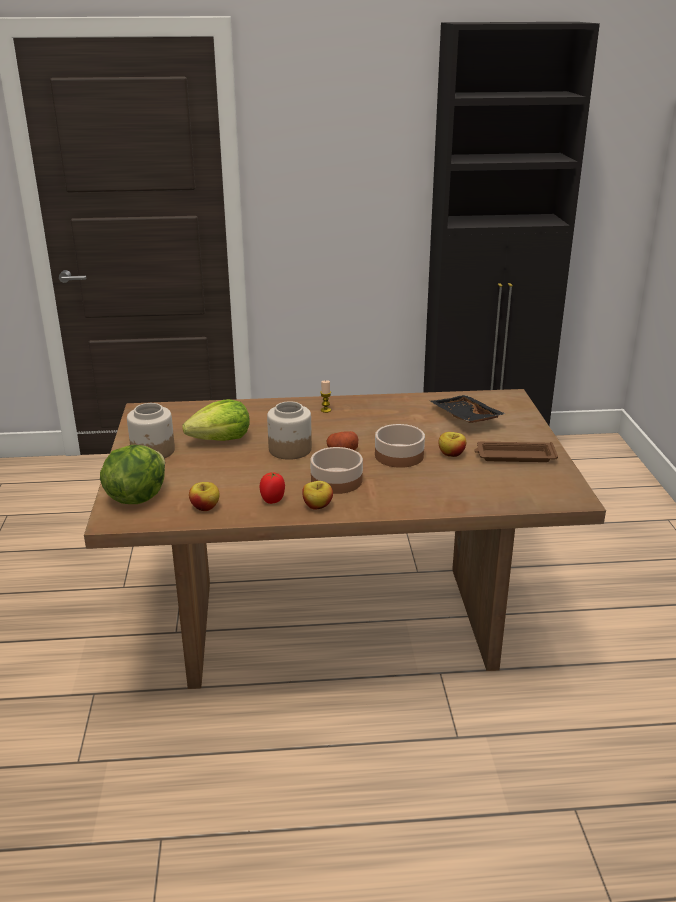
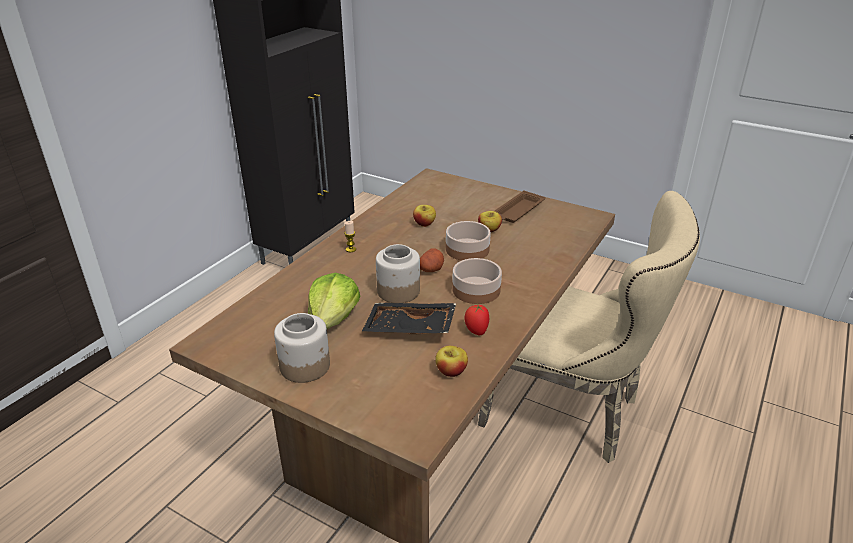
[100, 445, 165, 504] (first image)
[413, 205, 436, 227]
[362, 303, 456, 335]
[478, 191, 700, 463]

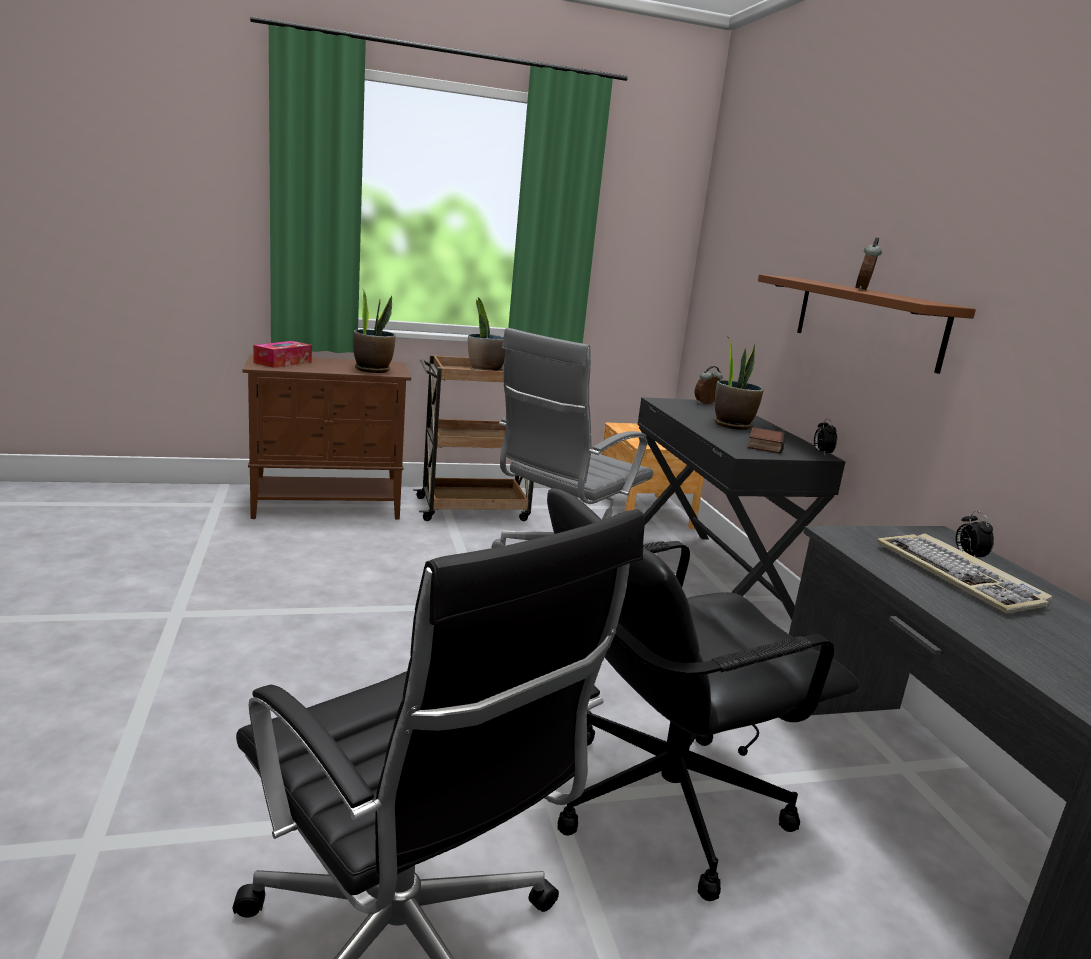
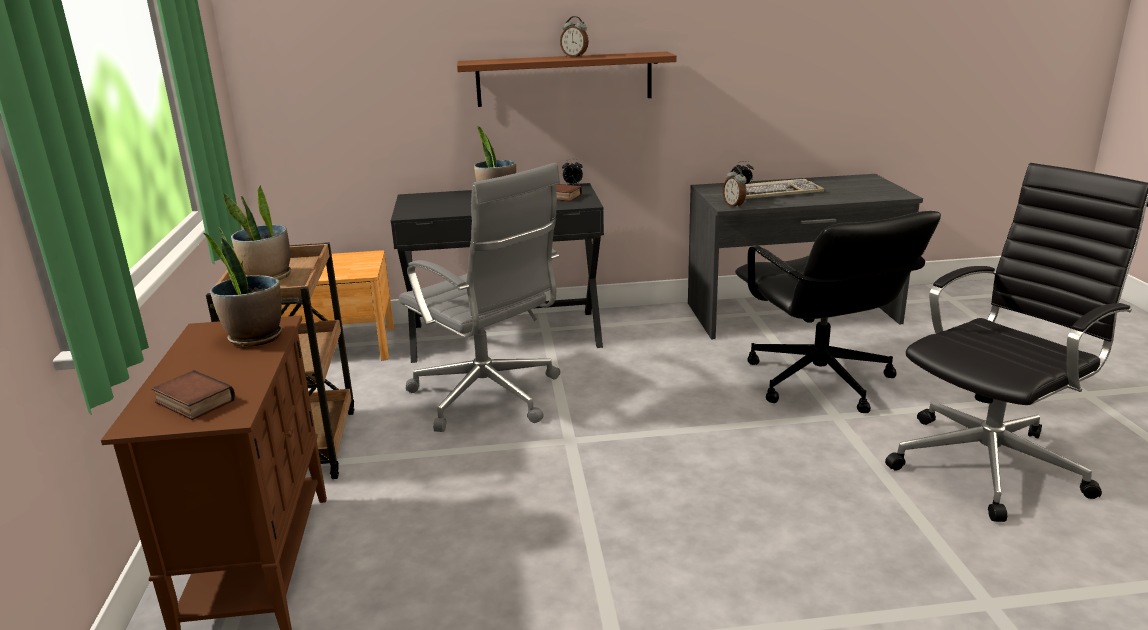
[152, 370, 235, 420]
[723, 168, 747, 208]

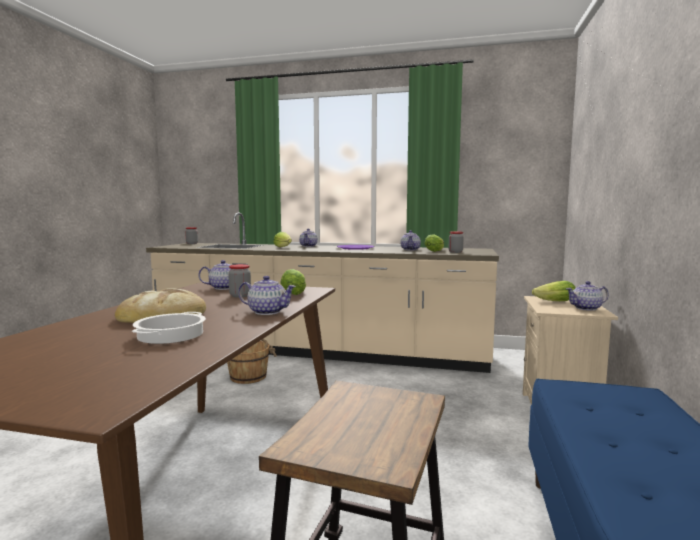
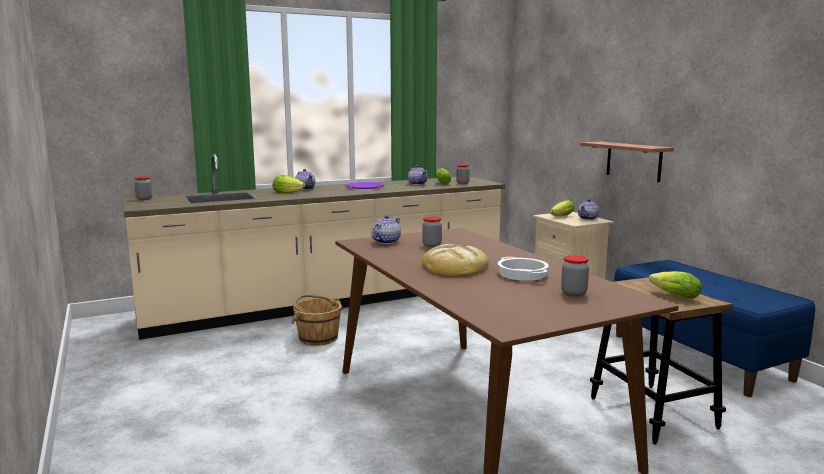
[238, 276, 296, 315] (first image)
[649, 271, 702, 298]
[561, 255, 589, 297]
[580, 142, 674, 182]

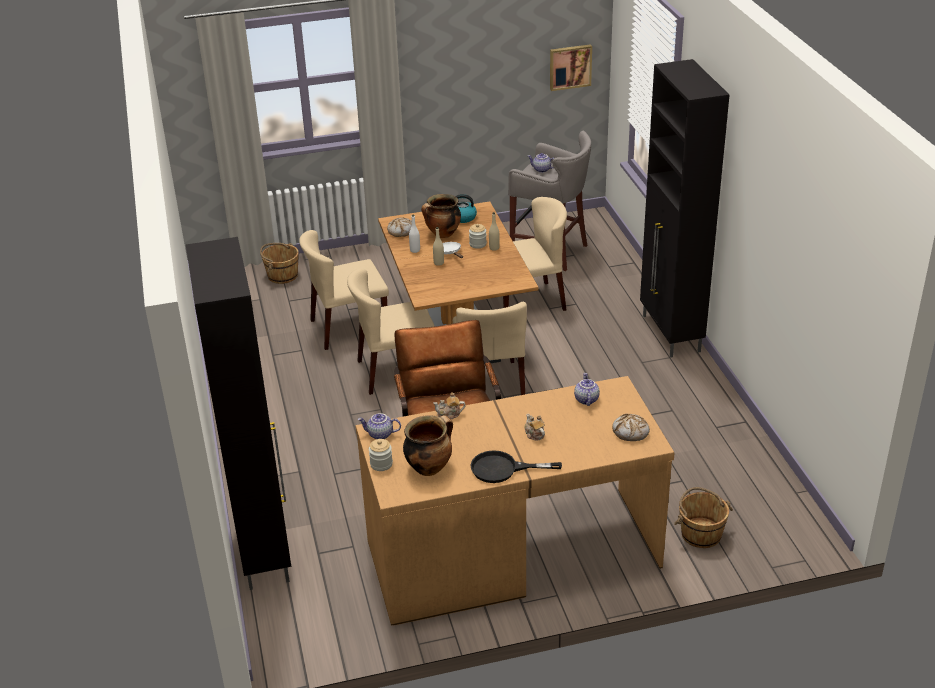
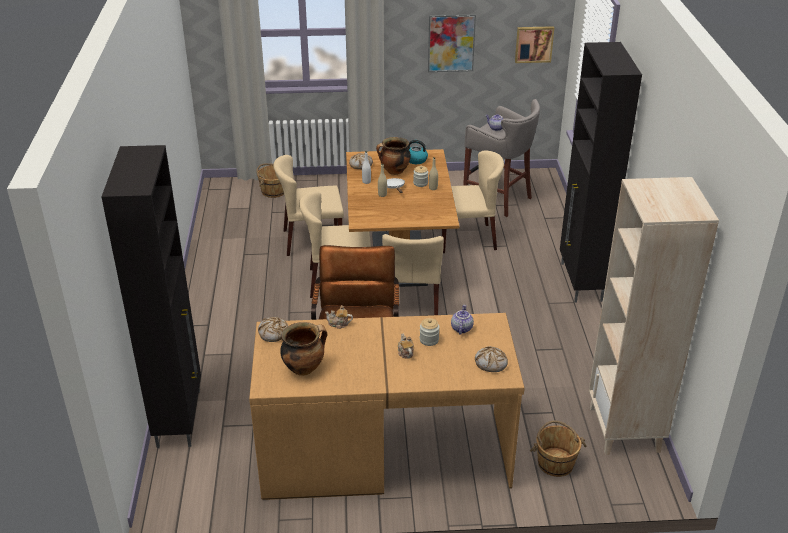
[258, 317, 288, 342]
[420, 318, 440, 346]
[470, 450, 562, 483] (first image)
[428, 14, 476, 72]
[589, 177, 719, 455]

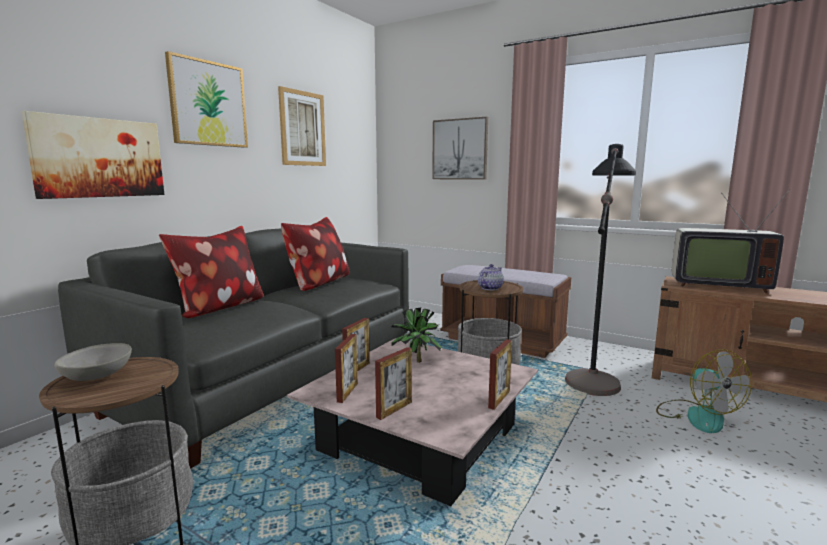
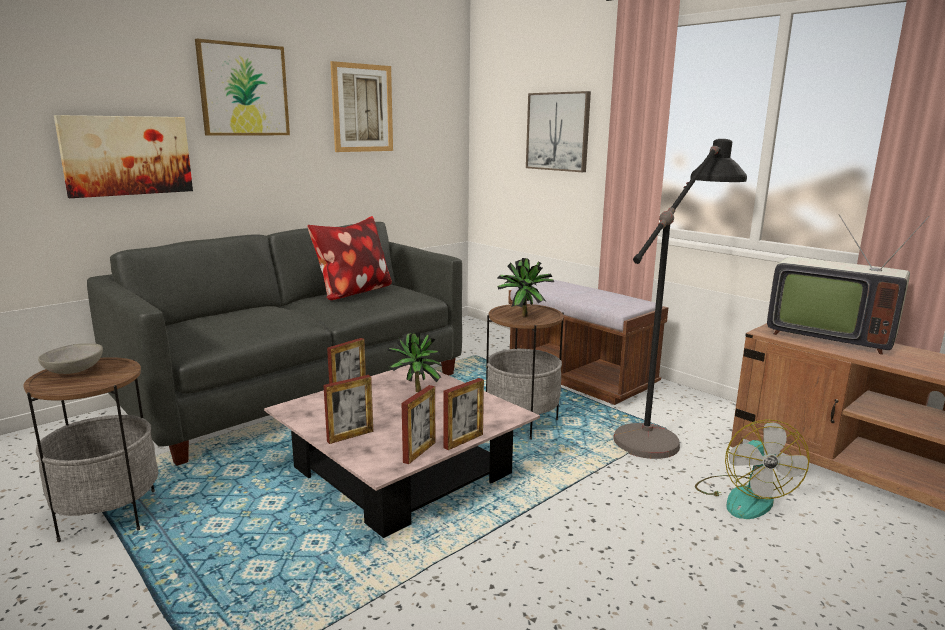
[159, 226, 264, 318] (first image)
[402, 385, 436, 464]
[497, 258, 554, 317]

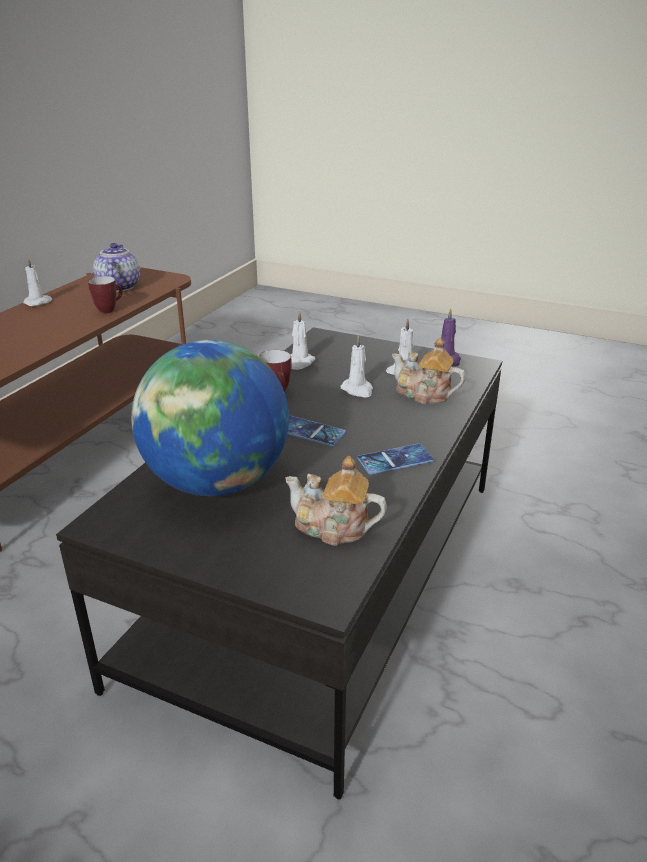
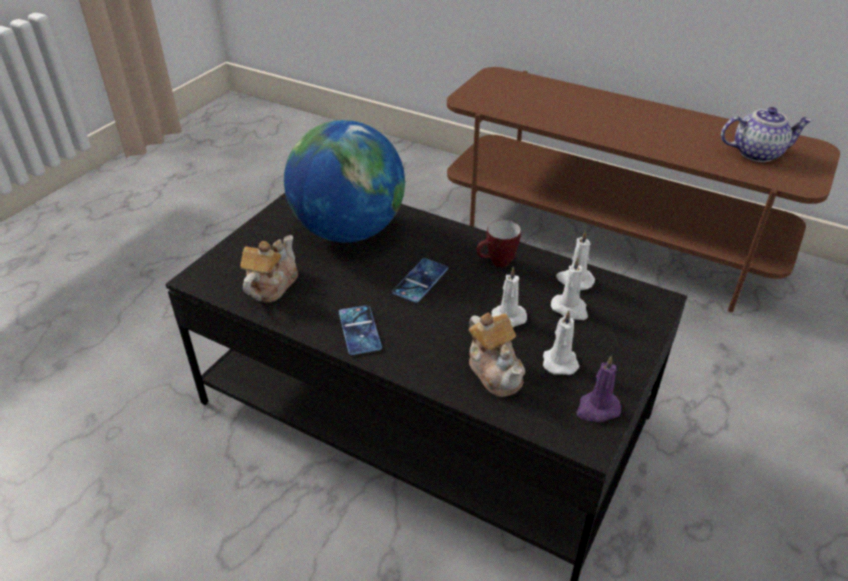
[551, 257, 588, 320]
[88, 276, 123, 313] (first image)
[468, 312, 525, 397]

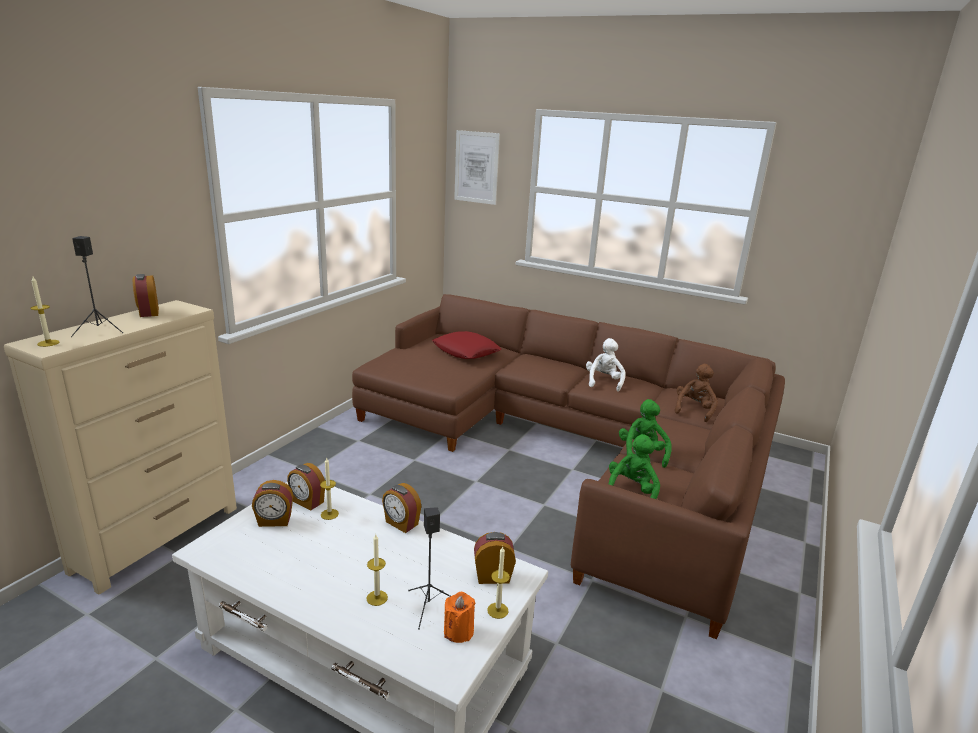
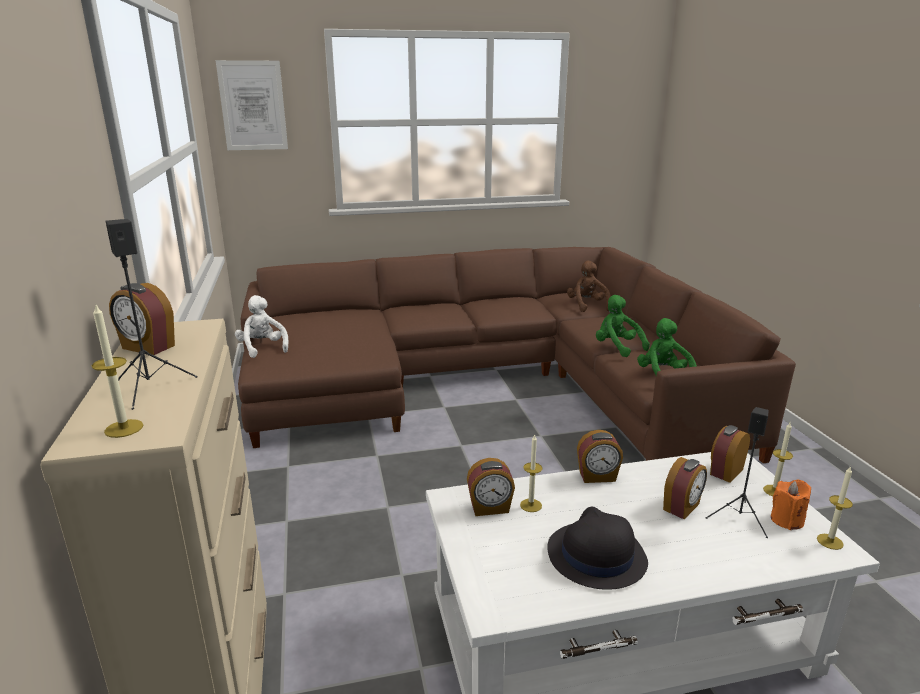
[663, 457, 707, 519]
[817, 466, 853, 550]
[432, 331, 502, 359] (first image)
[235, 295, 289, 358]
[547, 507, 648, 590]

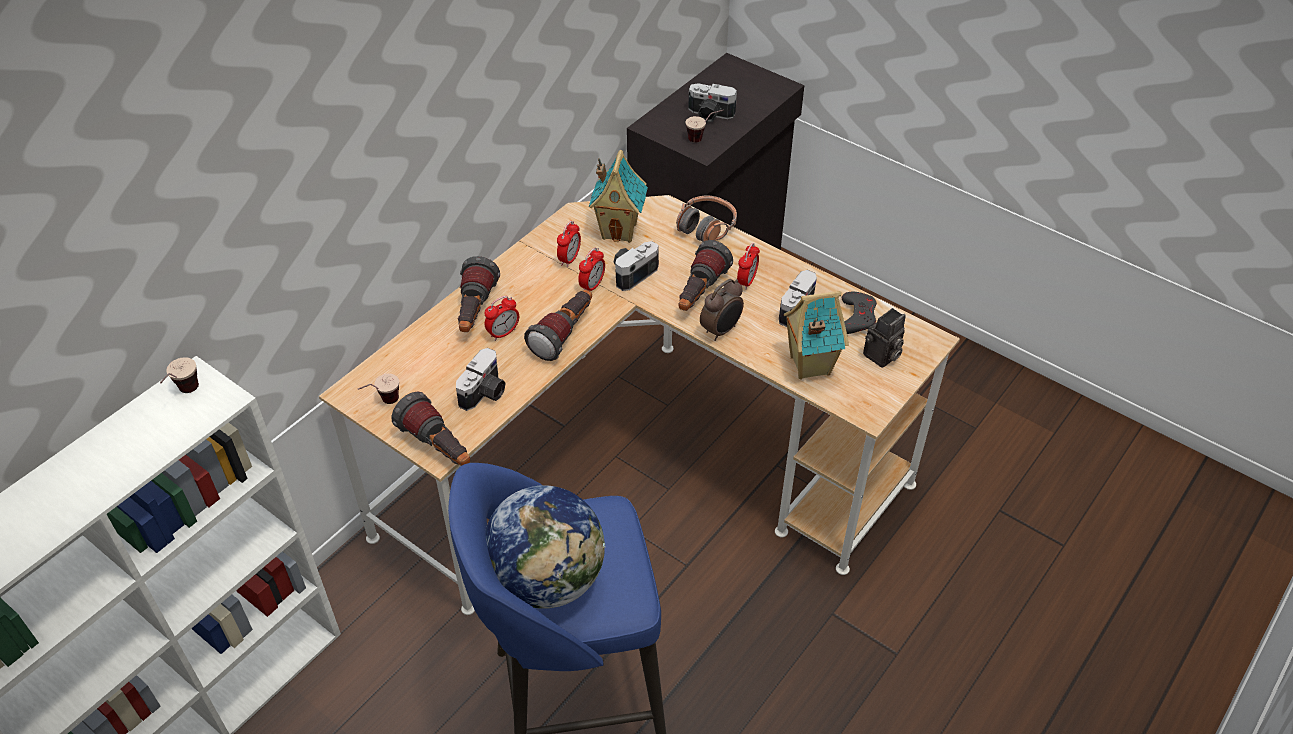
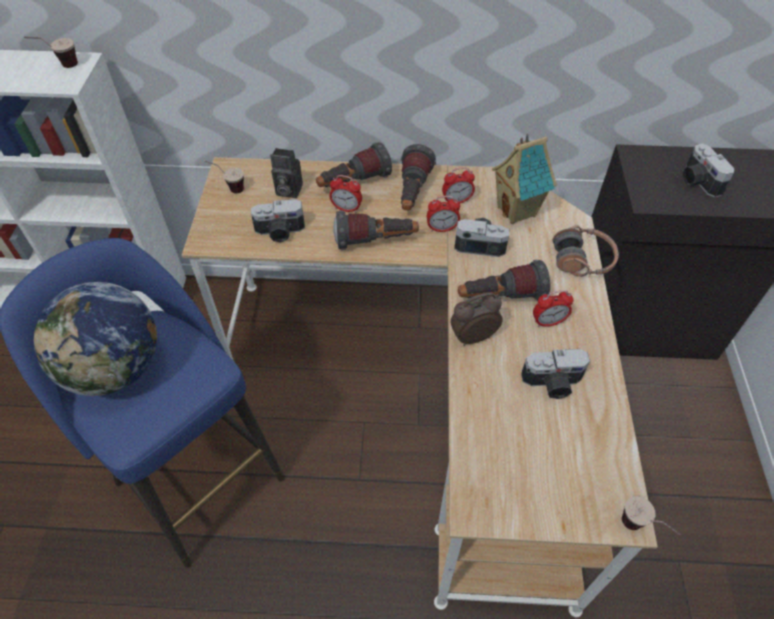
[401, 144, 436, 210]
[622, 496, 681, 535]
[451, 292, 503, 346]
[784, 291, 849, 379] (first image)
[842, 292, 877, 334] (first image)
[270, 148, 303, 198]

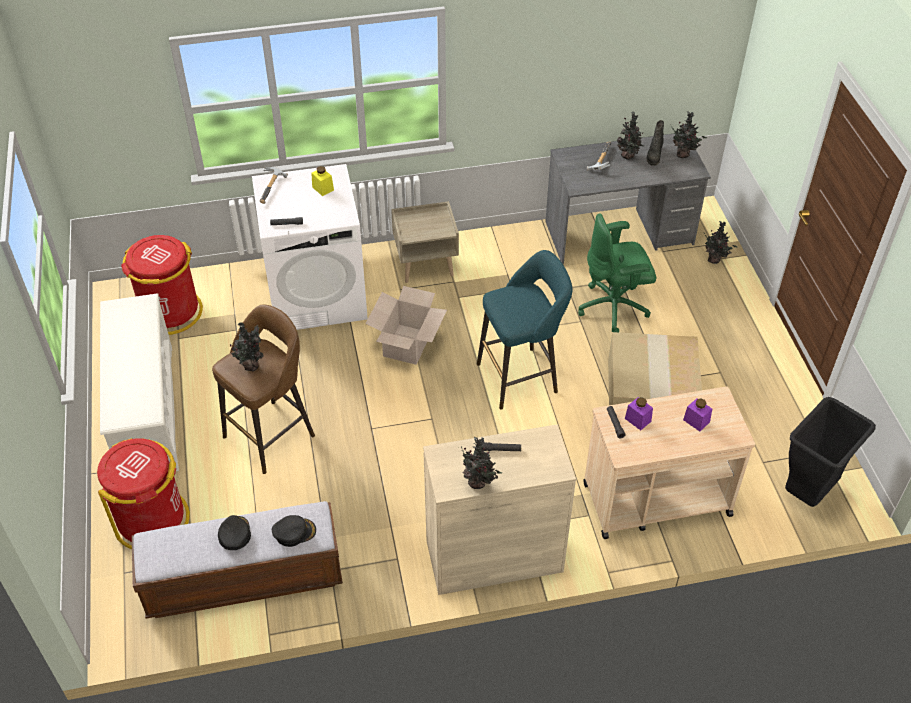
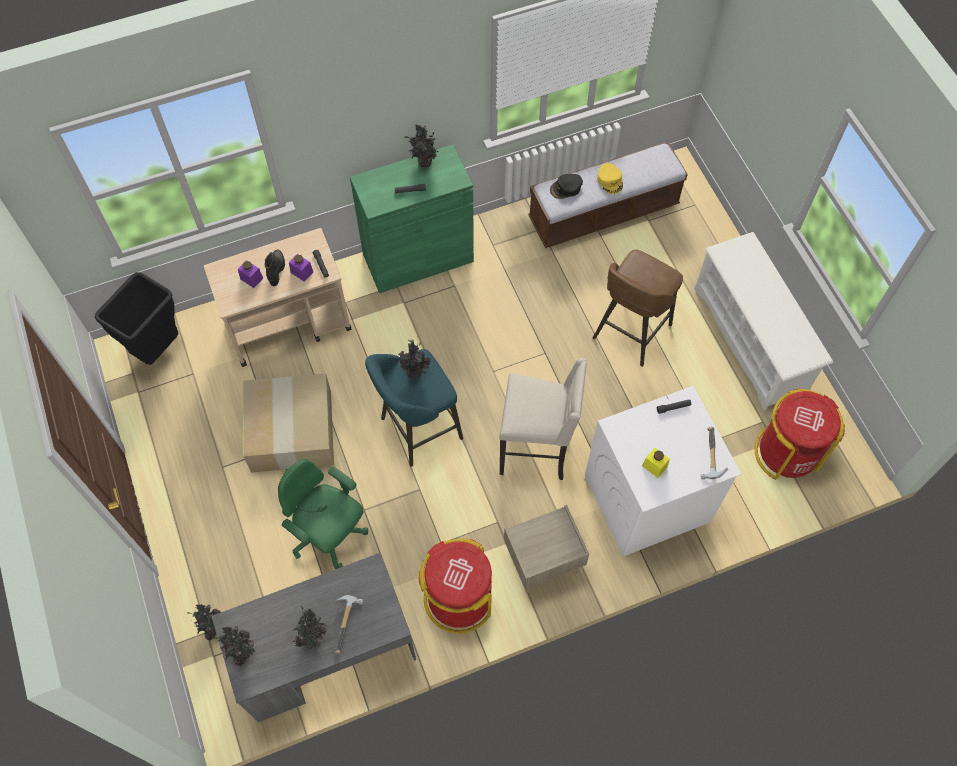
[419, 538, 492, 634]
[597, 163, 623, 194]
[398, 340, 431, 380]
[499, 358, 587, 480]
[350, 145, 474, 293]
[278, 459, 368, 569]
[264, 250, 285, 286]

